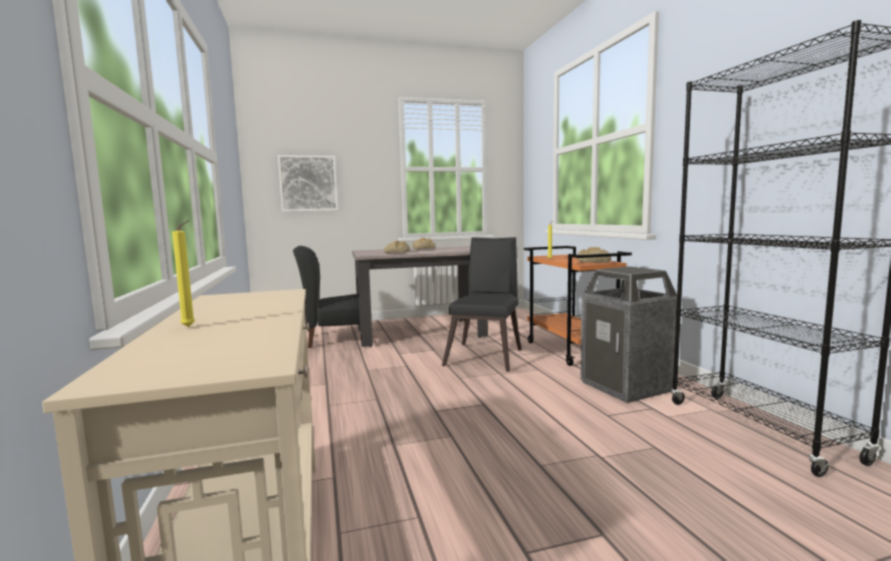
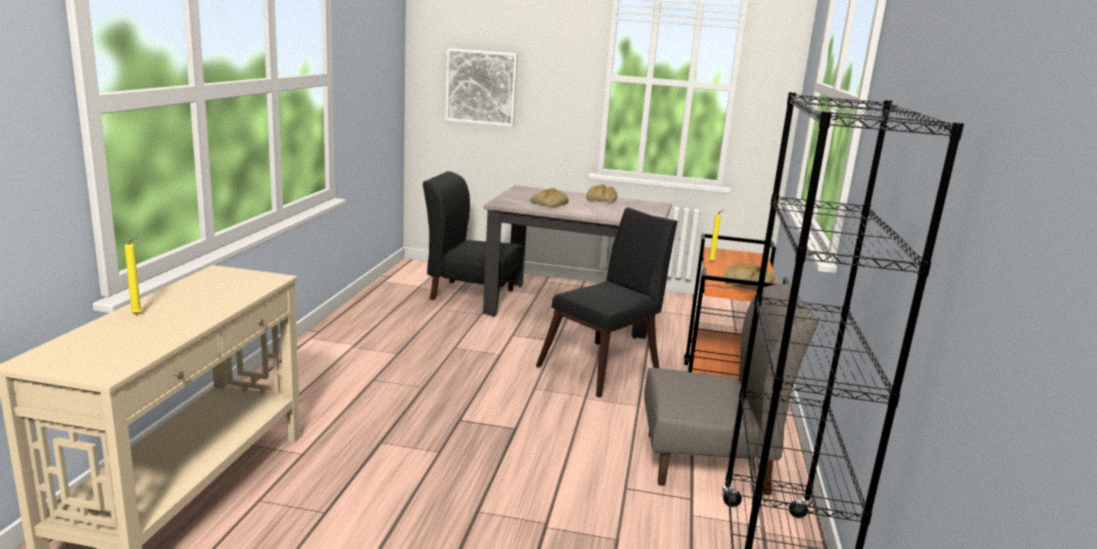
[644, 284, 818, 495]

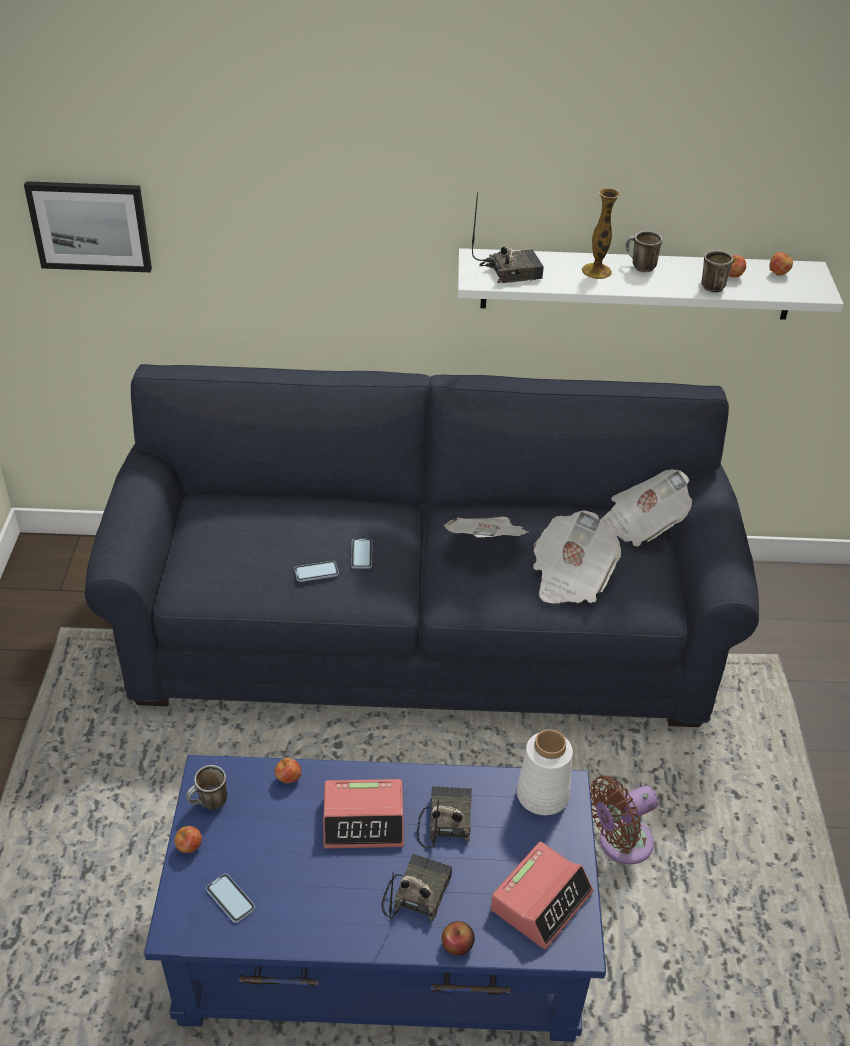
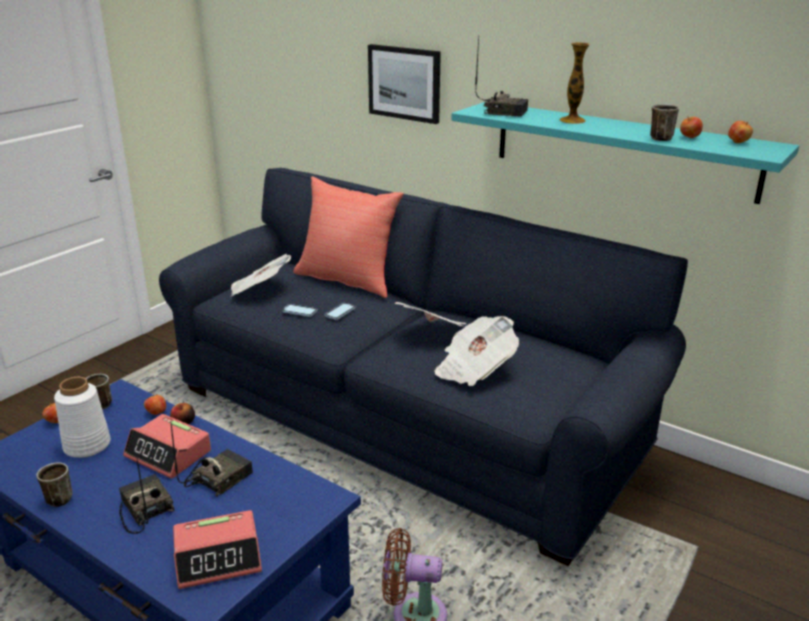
[368, 44, 441, 124]
[206, 874, 255, 923] (first image)
[119, 460, 175, 534]
[170, 403, 195, 424]
[451, 102, 799, 204]
[54, 377, 111, 458]
[231, 254, 291, 296]
[36, 462, 73, 507]
[293, 177, 404, 298]

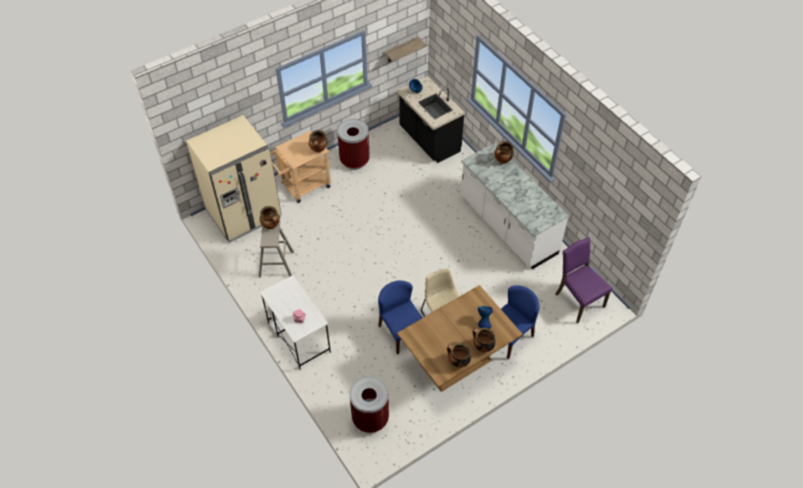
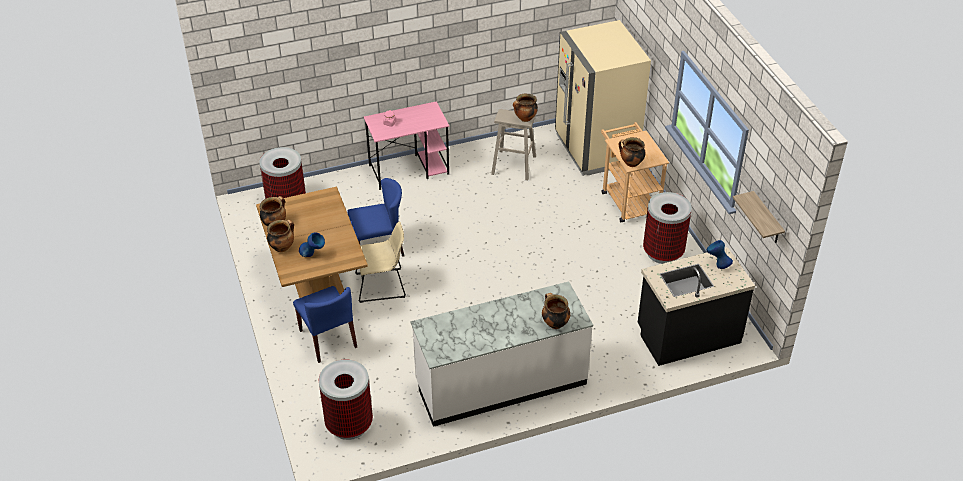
[364, 101, 449, 190]
[319, 360, 373, 440]

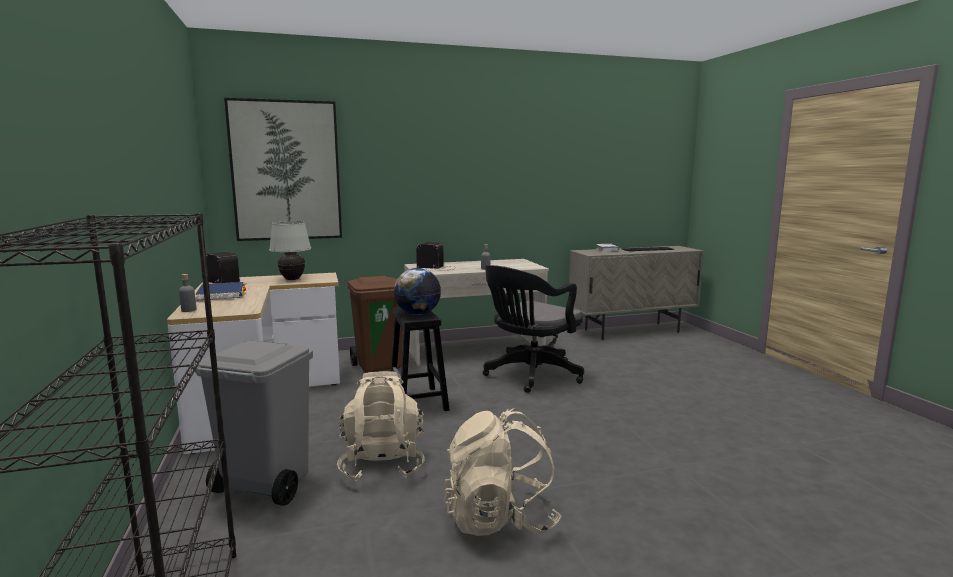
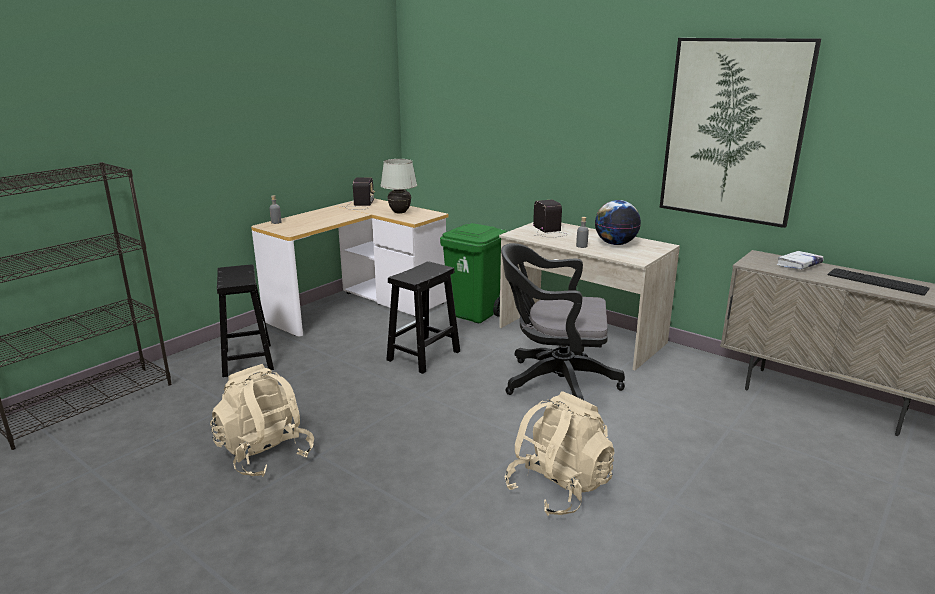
[195, 282, 246, 302] (first image)
[217, 264, 274, 377]
[659, 38, 821, 228]
[504, 391, 615, 516]
[440, 223, 507, 323]
[595, 200, 641, 245]

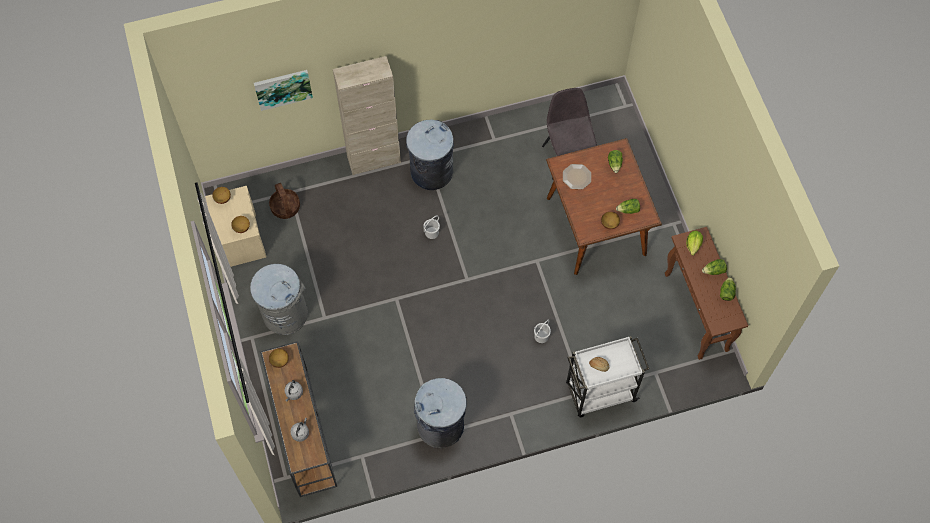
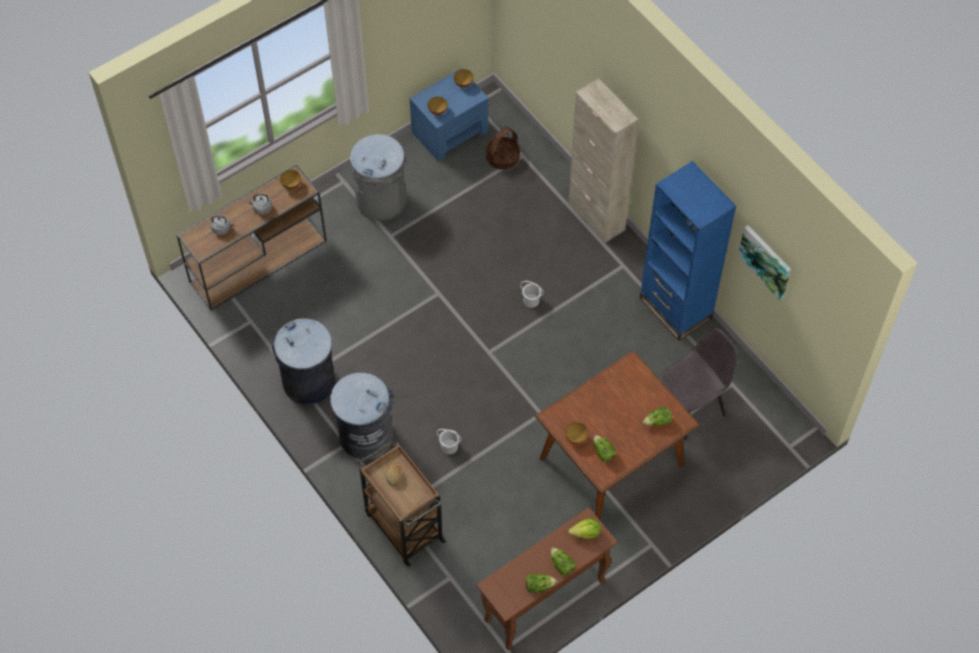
[410, 68, 488, 162]
[738, 225, 791, 301]
[330, 372, 394, 460]
[563, 164, 591, 189] (first image)
[358, 441, 446, 567]
[640, 161, 736, 341]

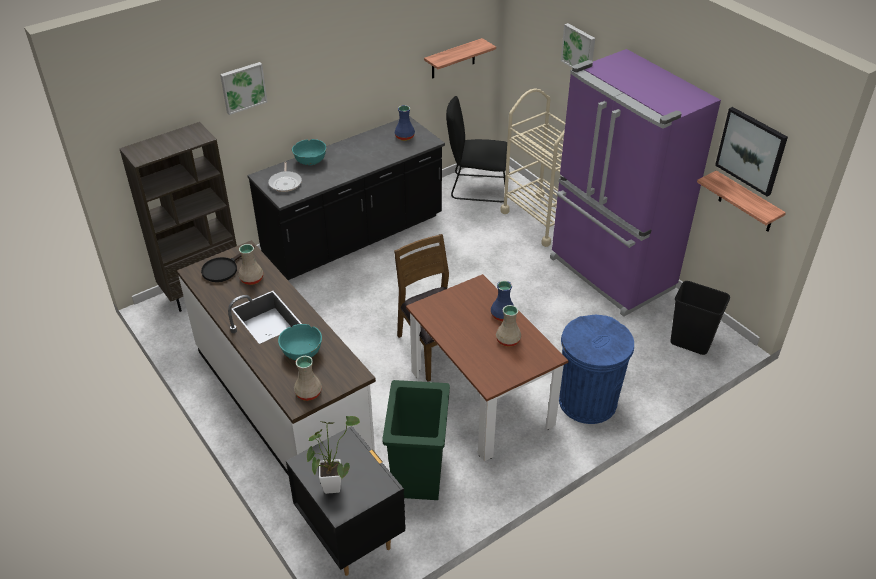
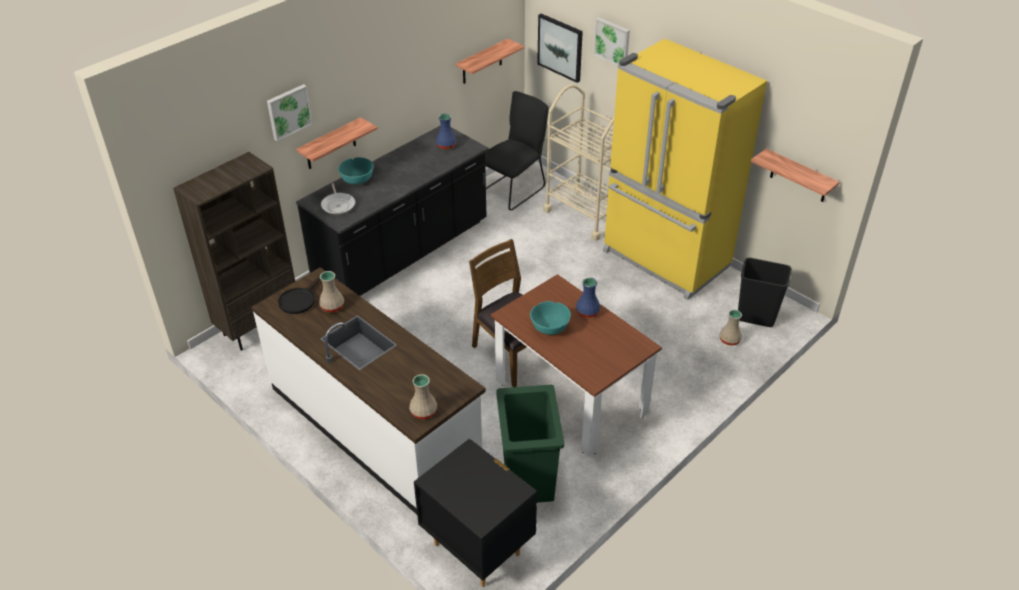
[530, 301, 571, 335]
[307, 416, 360, 494] (first image)
[484, 91, 549, 210]
[720, 310, 742, 346]
[603, 39, 767, 300]
[559, 314, 634, 424] (first image)
[537, 14, 583, 83]
[296, 117, 377, 169]

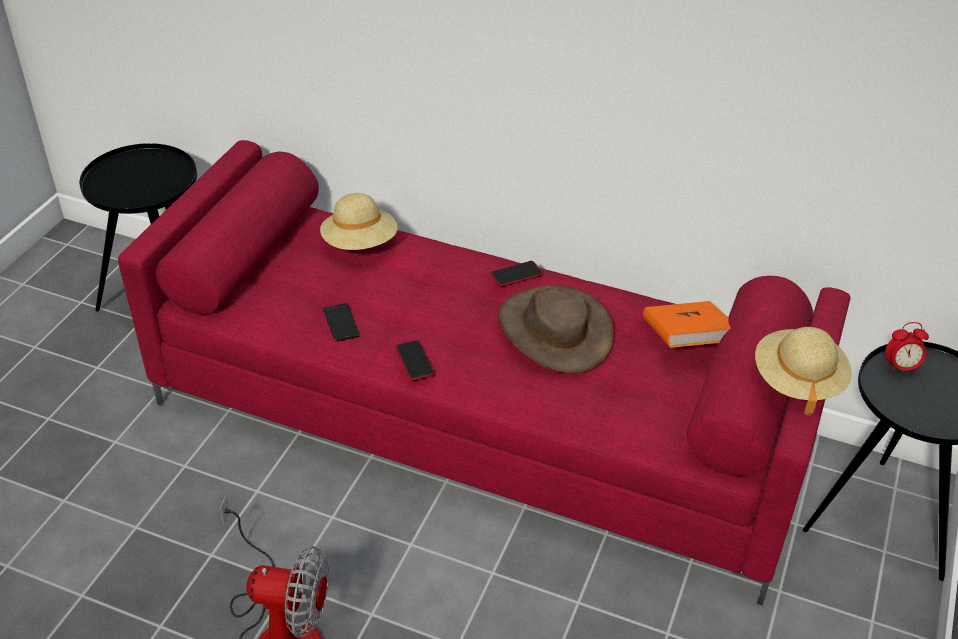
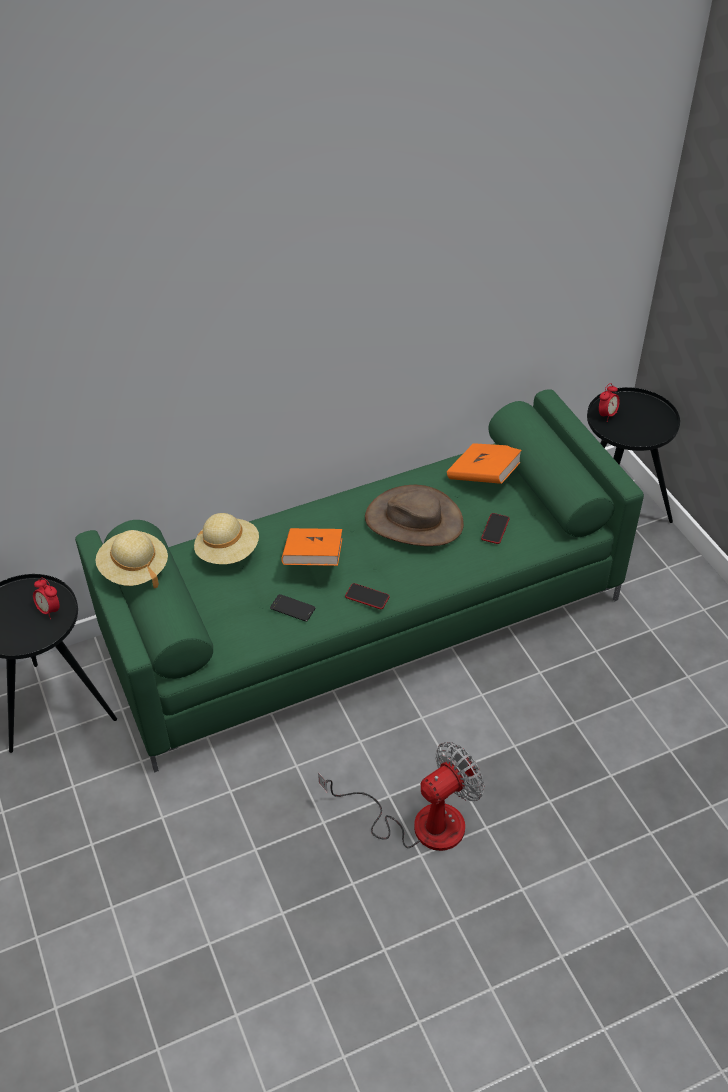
[75, 389, 644, 773]
[481, 513, 509, 544]
[96, 530, 168, 588]
[33, 577, 60, 619]
[281, 528, 342, 566]

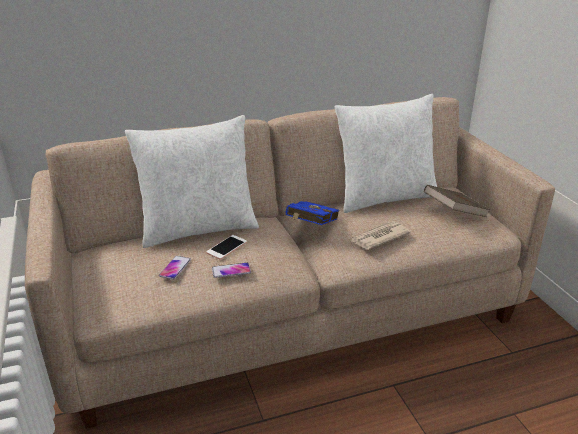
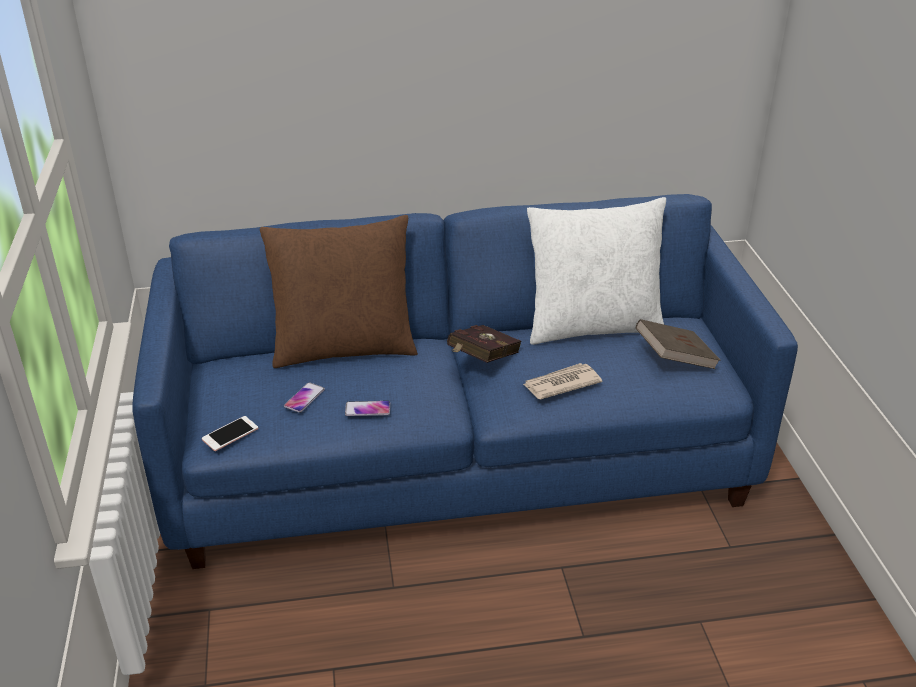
[132, 194, 798, 569]
[260, 215, 418, 368]
[202, 416, 258, 451]
[447, 325, 522, 363]

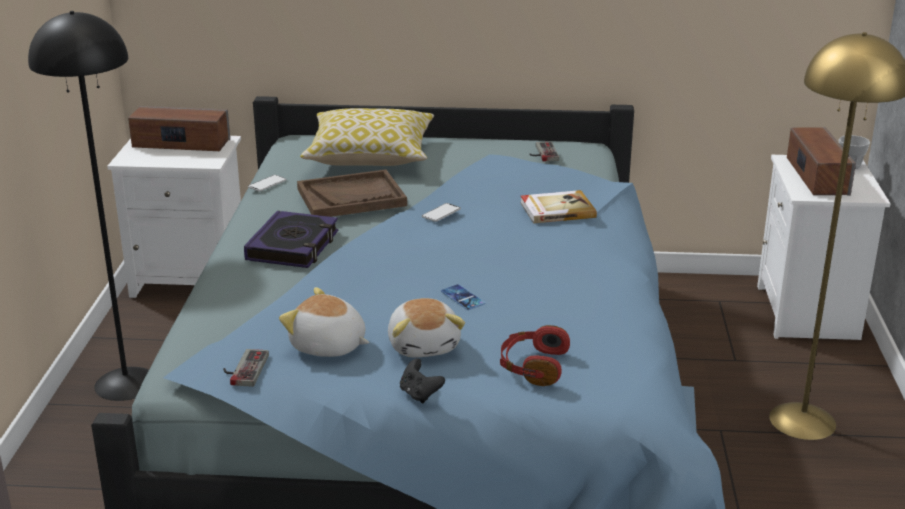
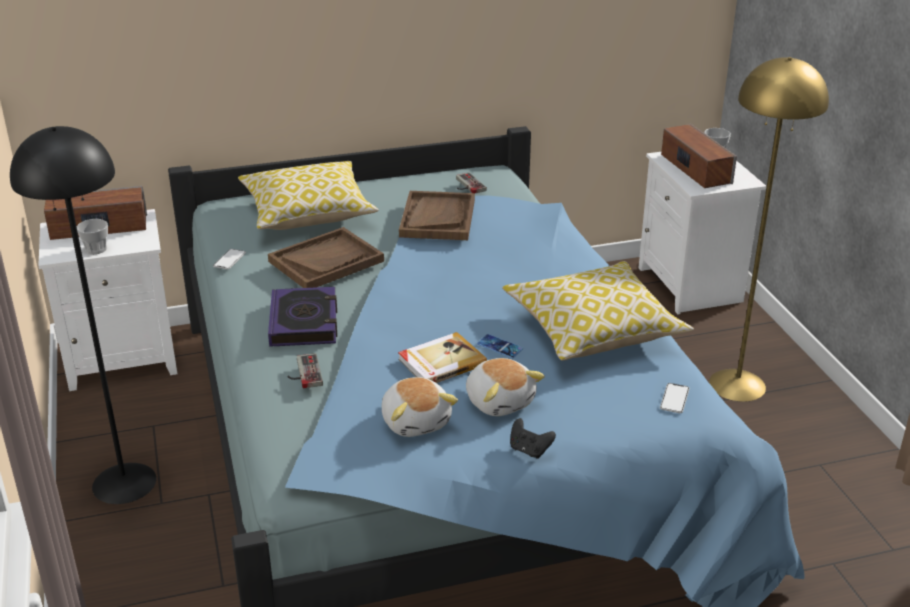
[287, 353, 323, 388]
[382, 377, 458, 437]
[660, 383, 690, 413]
[500, 325, 570, 386] (first image)
[398, 332, 487, 383]
[77, 219, 108, 254]
[399, 191, 475, 240]
[502, 261, 694, 361]

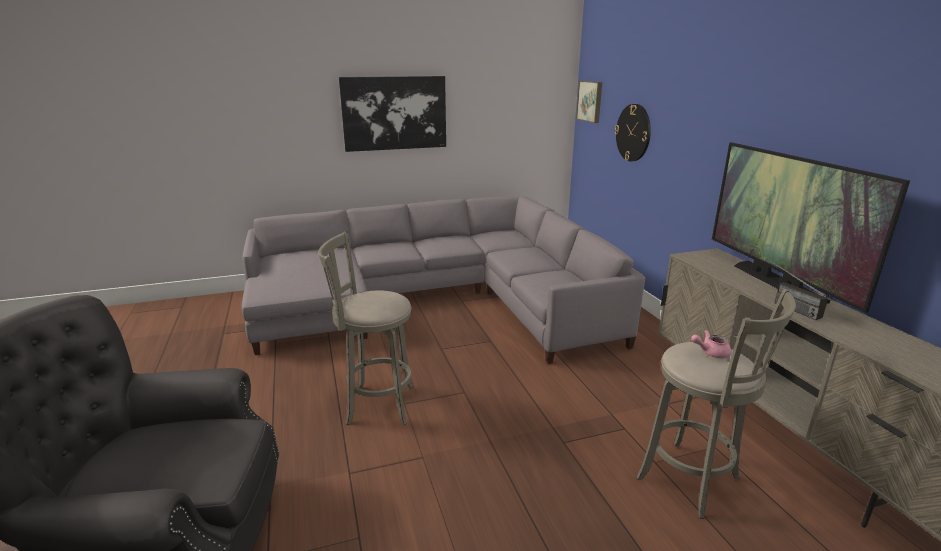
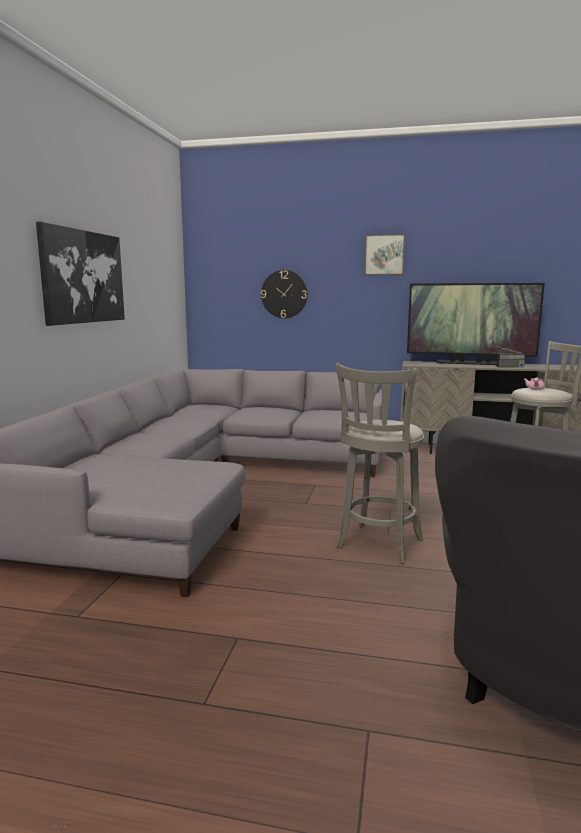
[364, 234, 405, 275]

